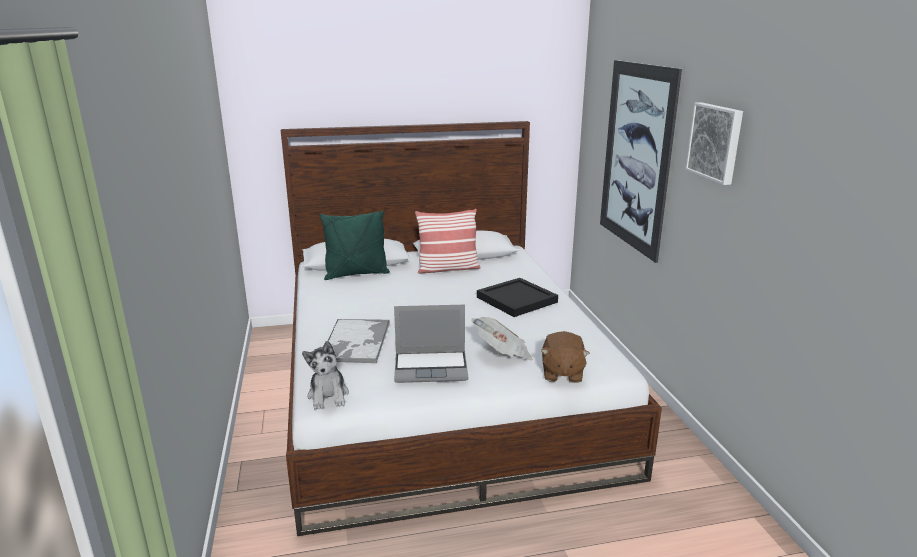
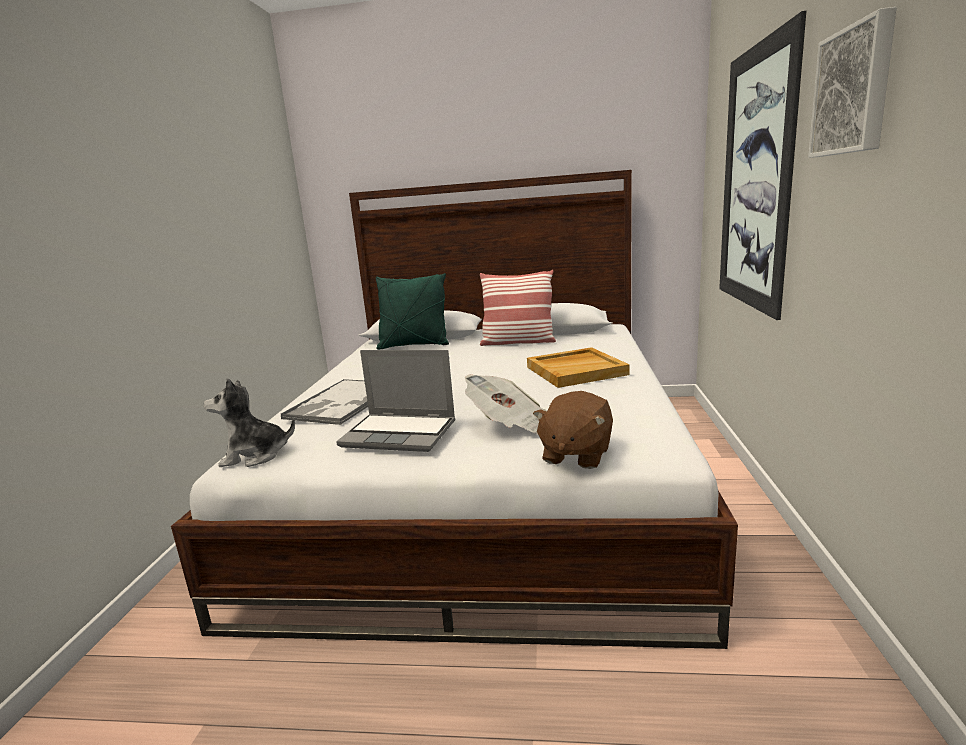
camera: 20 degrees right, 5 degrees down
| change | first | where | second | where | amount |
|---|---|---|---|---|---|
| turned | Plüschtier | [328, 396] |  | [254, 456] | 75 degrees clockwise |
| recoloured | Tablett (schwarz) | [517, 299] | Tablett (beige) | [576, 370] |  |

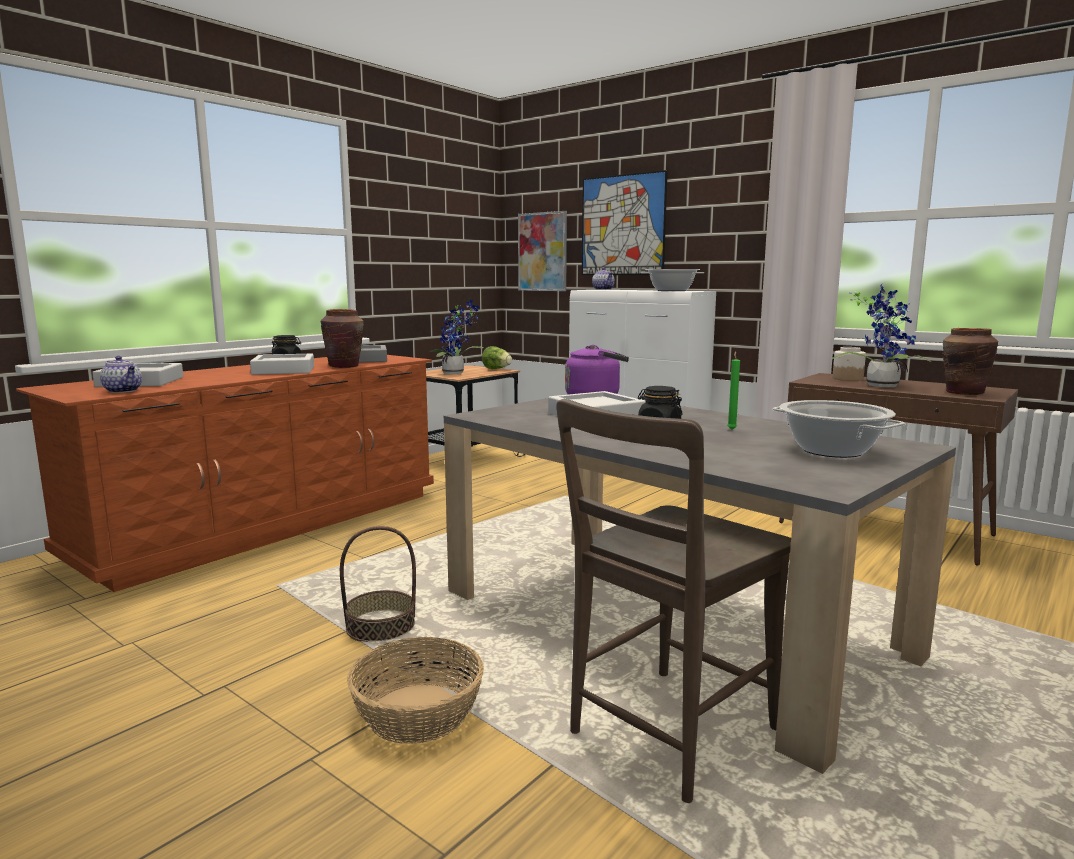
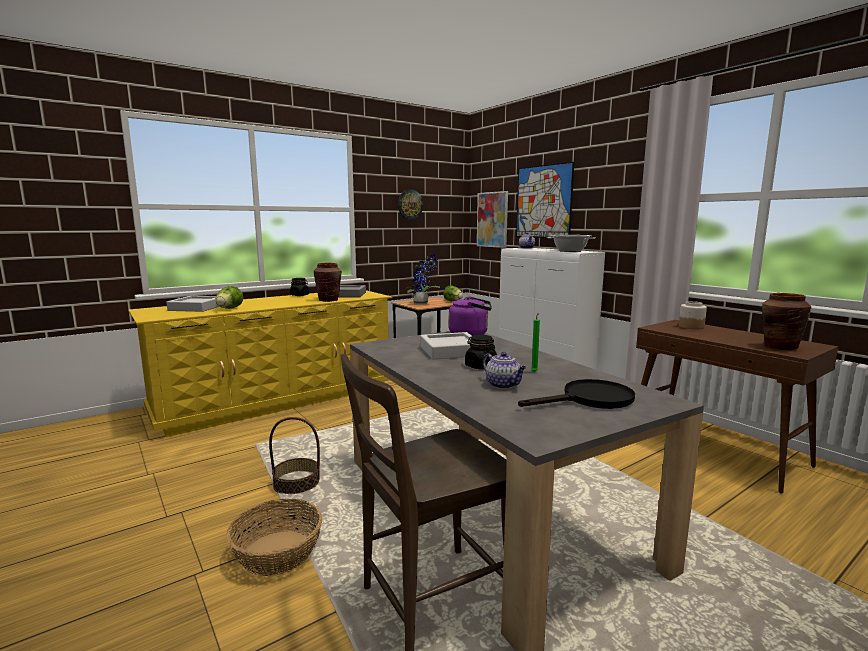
camera: 15 degrees right, 0 degrees up
| change | first | where | second | where | amount |
|---|---|---|---|---|---|
| recoloured | Kommode (braun) | [267, 524] | Kommode (gelb) | [278, 399] |  |
| moved | Teekanne | [123, 391] |  | [503, 385] |  |
| removed | Tablett (grau) | [284, 370] |  |  |  |
| replaced | Kochtopf | [833, 451] | Pfanne (schwarz) | [589, 400] |  |
| removed | Topfpflanze | [881, 385] |  |  |  |
| added |  |  | Salatkopf | [229, 309] |  |
| added |  |  | Wanduhr | [410, 204] |  |

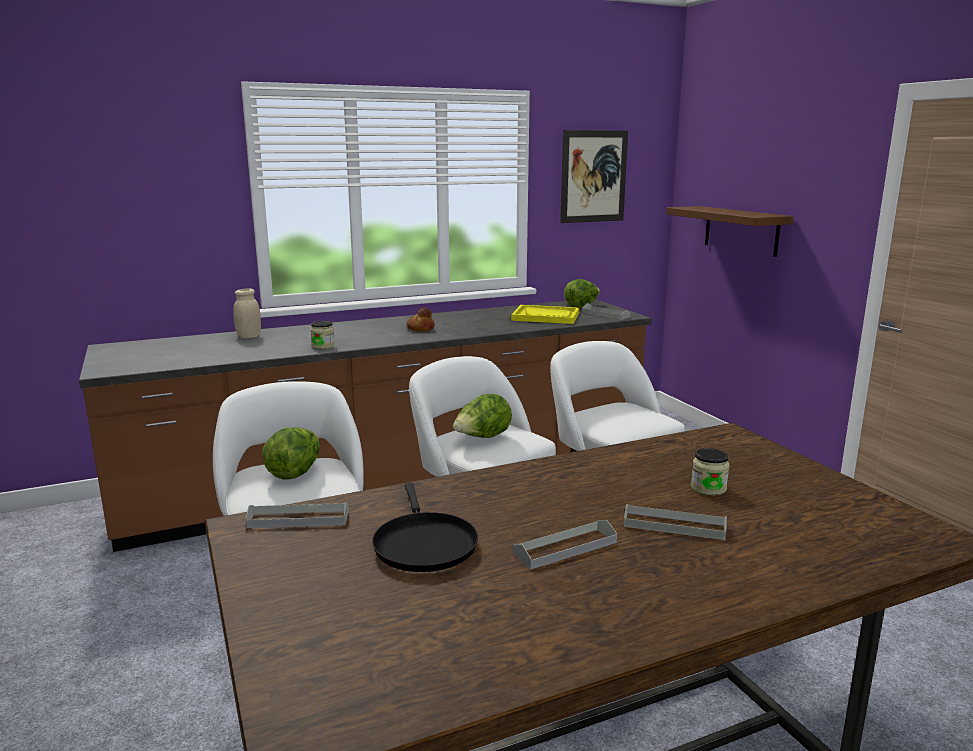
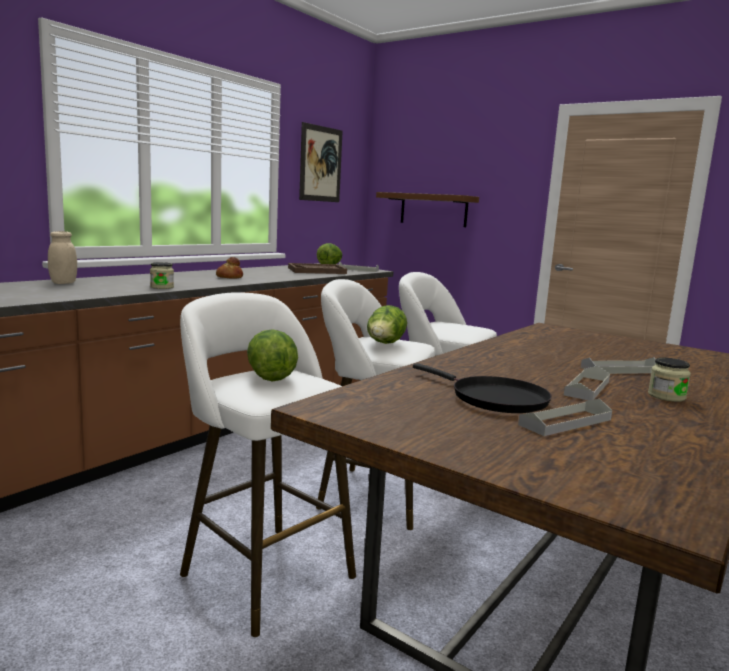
camera: 30 degrees left, 5 degrees down
| change | first | where | second | where | amount |
|---|---|---|---|---|---|
| moved | Tablett (grau) | [298, 519] |  | [565, 422] |  |
| recoloured | Tablett (gelb) | [546, 316] | Tablett (braun) | [317, 271] |  |
| moved | Vorratsglas | [708, 488] |  | [666, 396] |  |

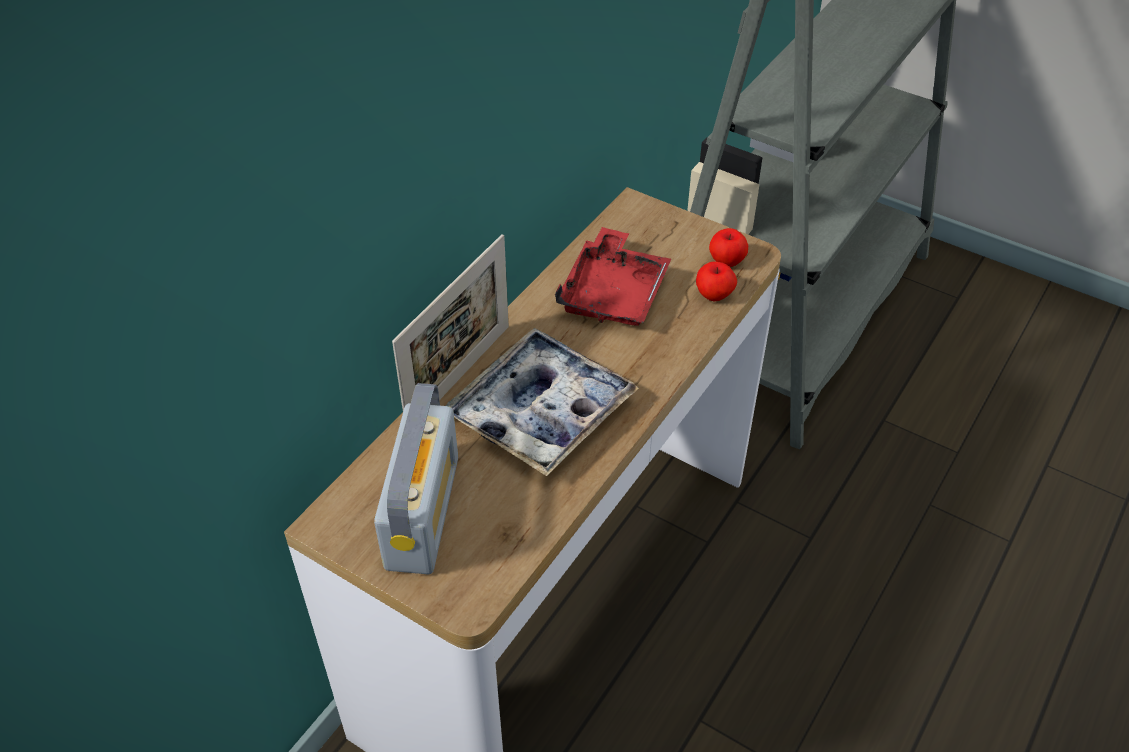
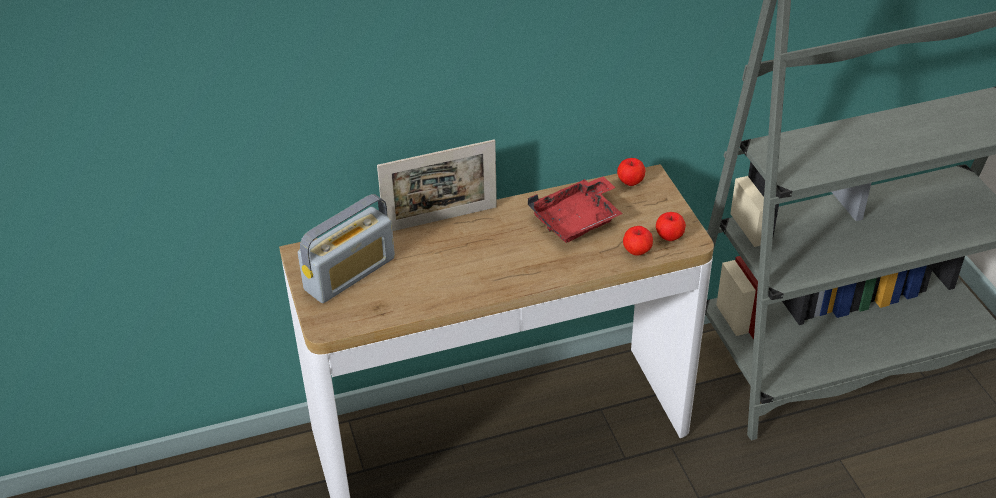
camera: 40 degrees right, 5 degrees down
| change | first | where | second | where | amount |
|---|---|---|---|---|---|
| removed | Tablett | [541, 411] |  |  |  |
| added |  |  | Apfel | [630, 181] |  |

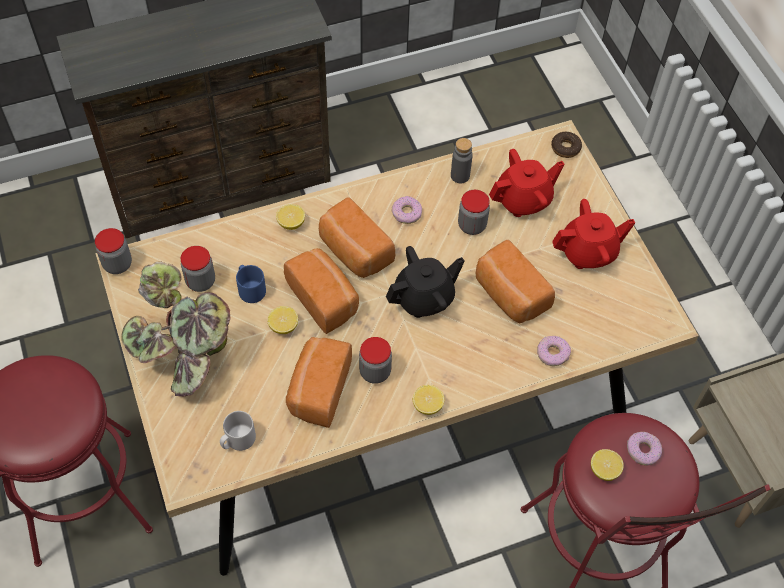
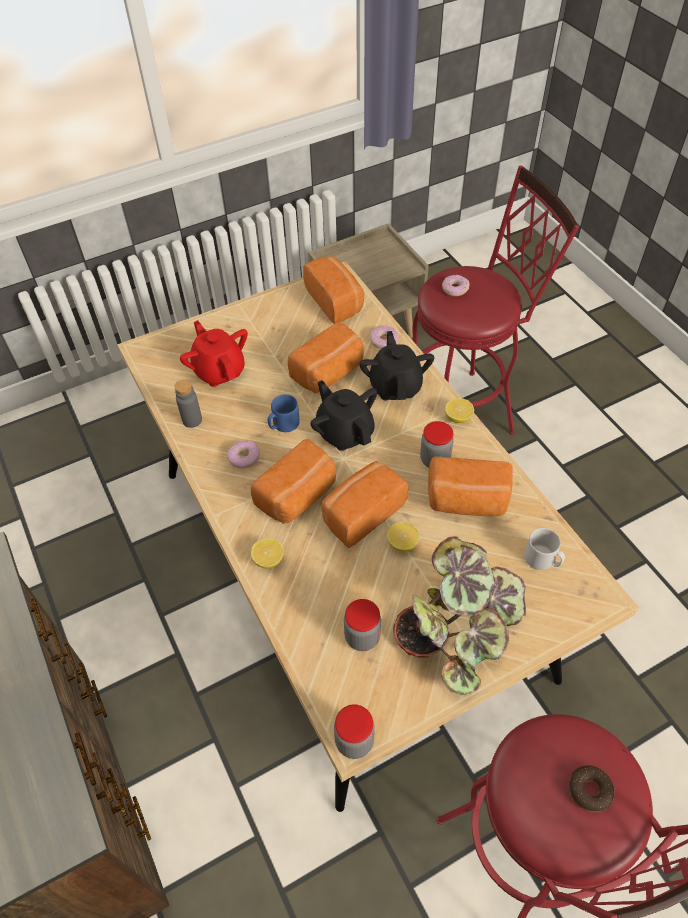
camera: 95 degrees left, 5 degrees down
| change | first | where | second | where | amount |
|---|---|---|---|---|---|
| moved | Henkelbecher (blau) | [250, 289] |  | [283, 424] |  |
| removed | Vorratsglas | [472, 225] |  |  |  |
| moved | Donut | [565, 148] |  | [589, 790] |  |
| removed | Teekanne (rot) | [588, 252] |  |  |  |
| removed | Zitrone | [604, 470] |  |  |  |
| added |  |  | Brot | [336, 301] |  |
| added |  |  | Teekanne (schwarz) | [395, 386] |  |

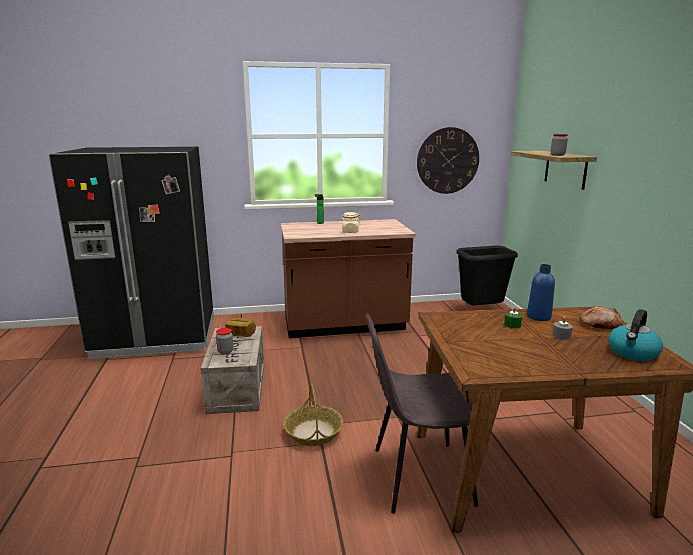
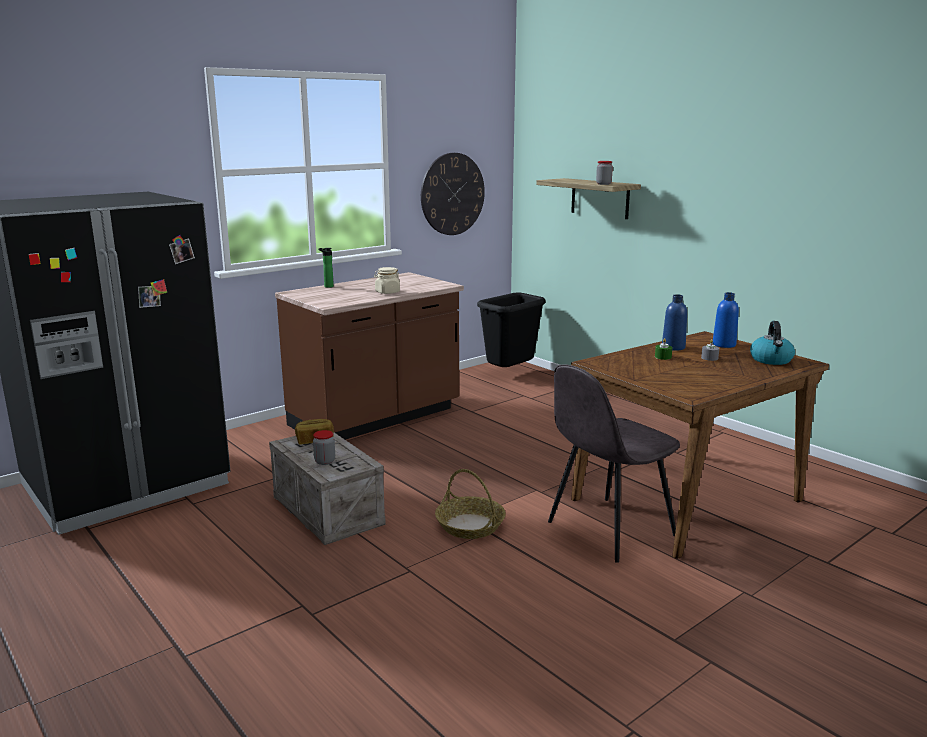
camera: 30 degrees left, 0 degrees up
| change | first | where | second | where | amount |
|---|---|---|---|---|---|
| replaced | Brot | [600, 324] | Flasche (blau) | [724, 345] |  |

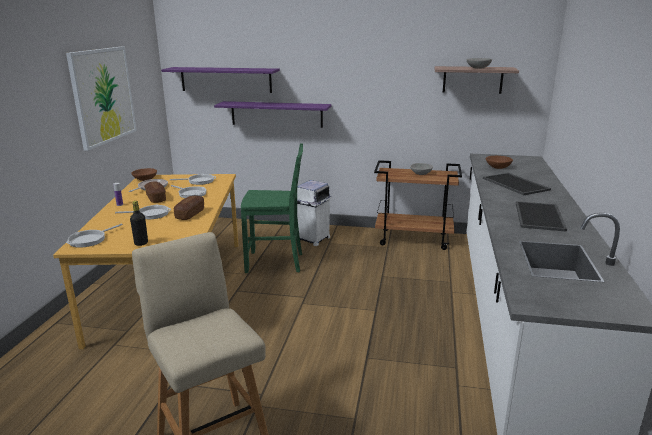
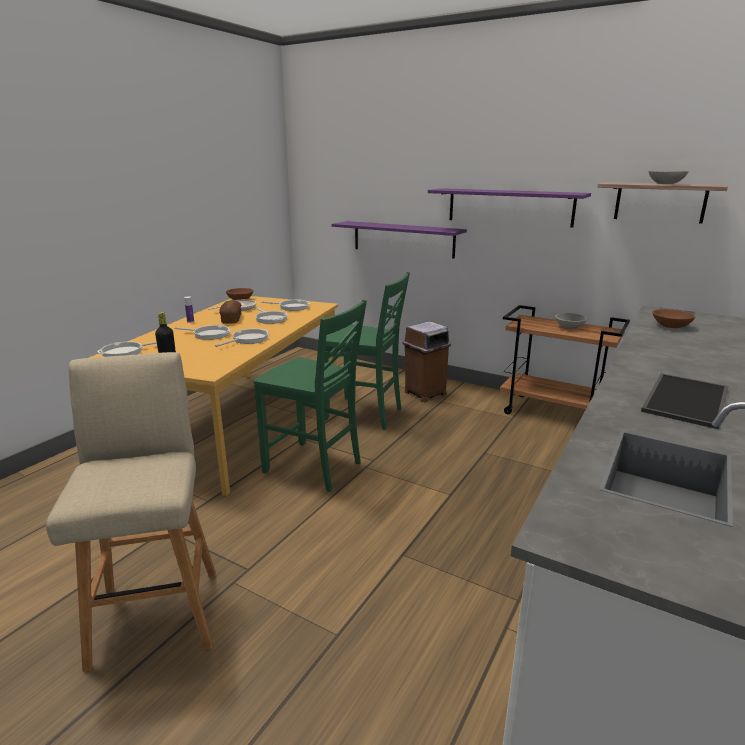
camera: 20 degrees right, 0 degrees up
| change | first | where | second | where | amount |
|---|---|---|---|---|---|
| removed | Bild | [103, 96] |  |  |  |
| moved | Wandregal (lila) | [226, 79] |  | [509, 207] |  |
| replaced | Brot | [190, 214] | Pfanne | [248, 339] |  |
| recoloured | Mülleimer (weiß) | [312, 239] | Mülleimer (braun) | [424, 393] |  |
| removed | Tablett | [516, 184] |  |  |  |
| added |  |  | Stuhl (grün) | [314, 467] |  |

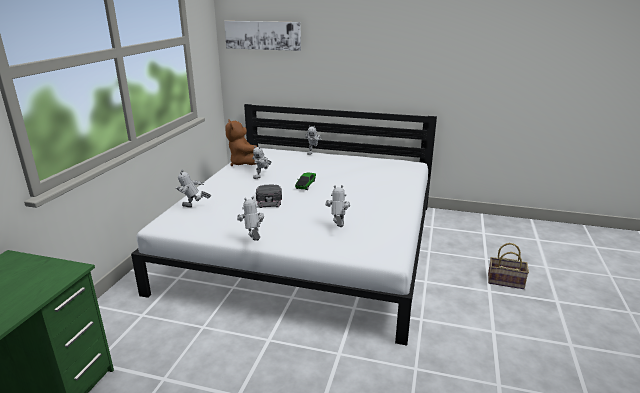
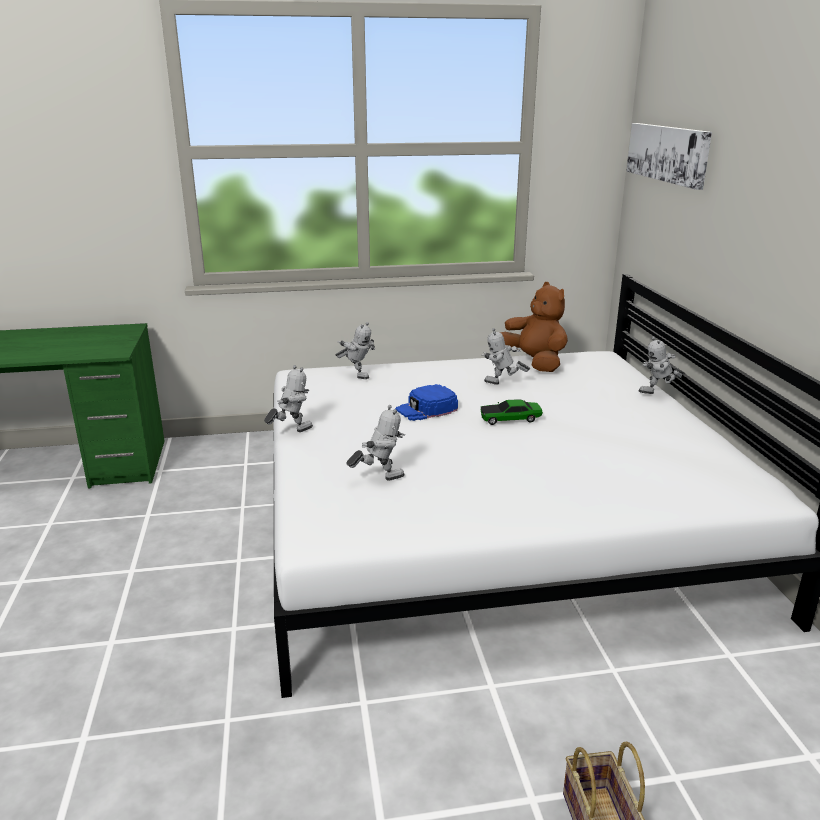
camera: 65 degrees right, 0 degrees up
| change | first | where | second | where | amount |
|---|---|---|---|---|---|
| turned | Spielzeugroboter | [194, 207] |  | [357, 375] | 150 degrees clockwise |
| turned | Plüschtier (braun) | [244, 164] |  | [534, 363] | 105 degrees clockwise |
| recoloured | Kappe (schwarz) | [269, 200] | Kappe (blau) | [426, 409] |  |

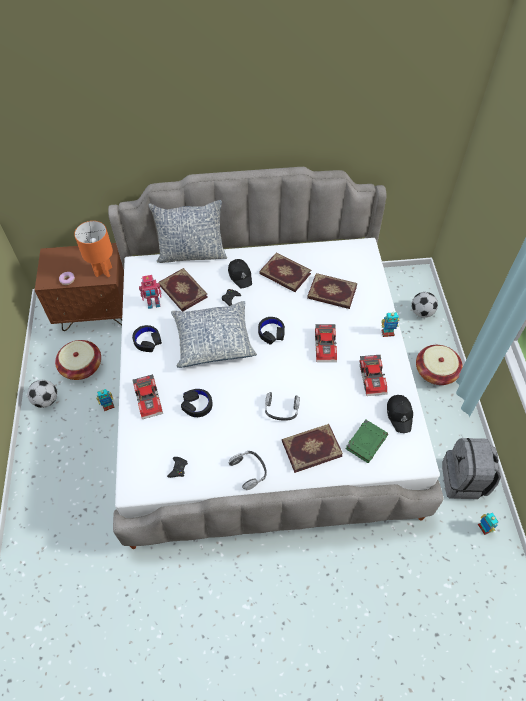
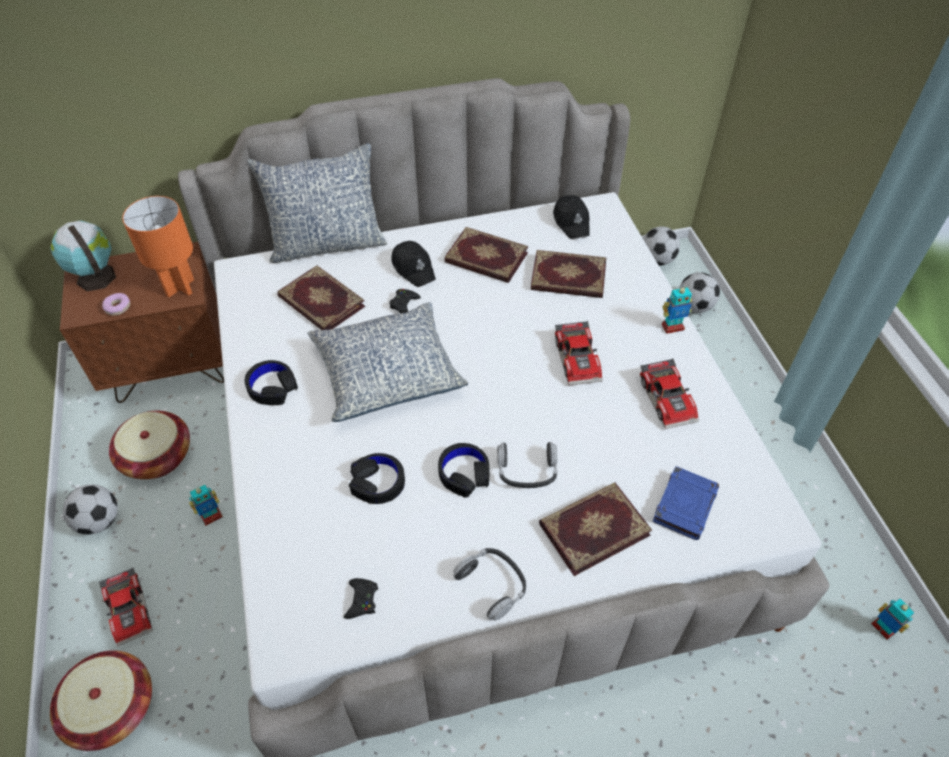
camera: 10 degrees left, 5 degrees down
| change | first | where | second | where | amount |
|---|---|---|---|---|---|
| moved | Spielzeugauto | [149, 399] |  | [131, 609] |  |
| removed | Spielzeugroboter | [153, 304] |  |  |  |
| moved | Kopfhörer (schwarz) | [271, 332] |  | [464, 473] |  |
| recoloured | Buch (grün) | [366, 442] | Buch (blau) | [684, 504] |  |
| moved | Kappe (schwarz) | [400, 415] |  | [572, 222] |  |
| moved | Korb | [435, 371] |  | [112, 708] |  |
| removed | Rucksack (grau) | [464, 480] |  |  |  |
| added |  |  | Globus | [95, 276] |  |
| added |  |  | Fußball | [656, 260] |  |

